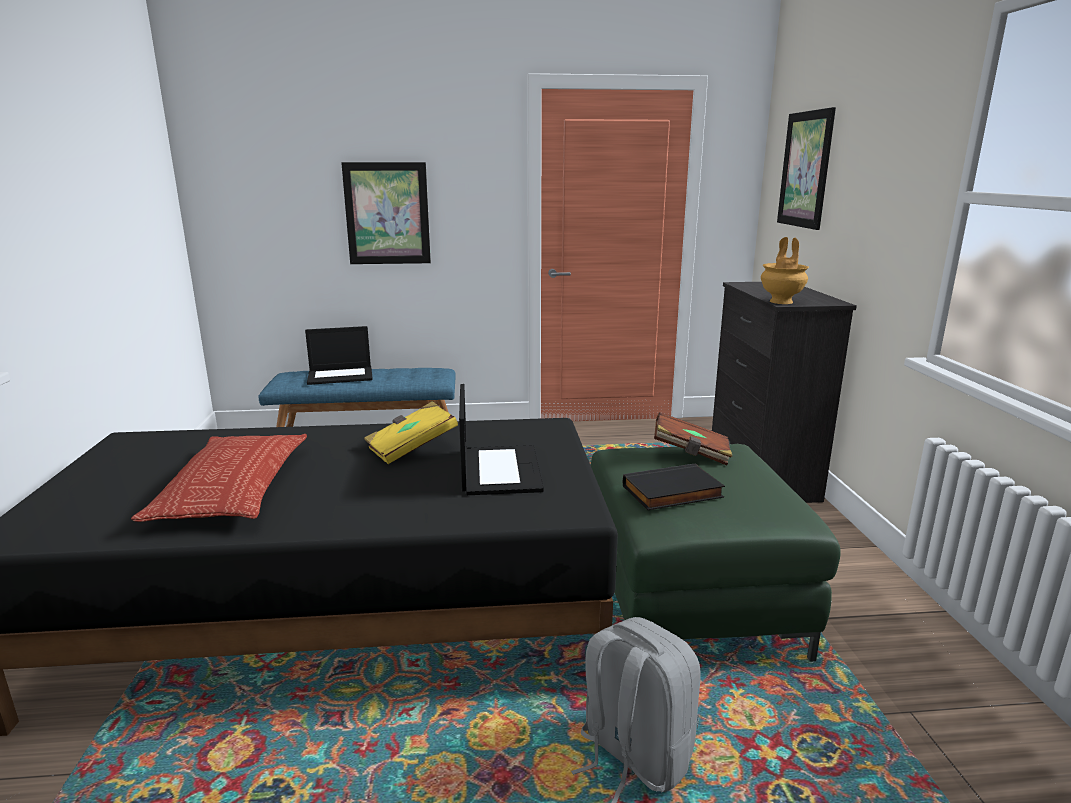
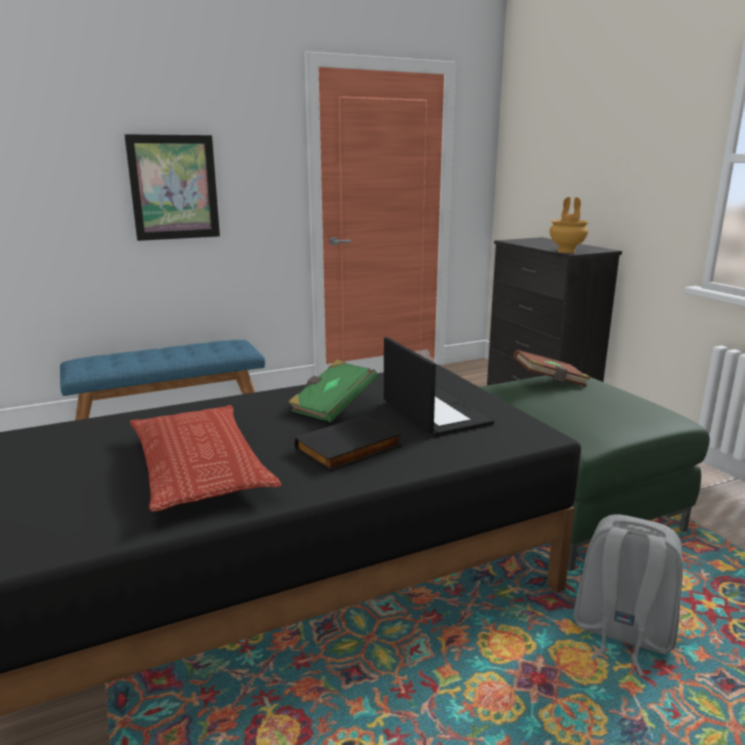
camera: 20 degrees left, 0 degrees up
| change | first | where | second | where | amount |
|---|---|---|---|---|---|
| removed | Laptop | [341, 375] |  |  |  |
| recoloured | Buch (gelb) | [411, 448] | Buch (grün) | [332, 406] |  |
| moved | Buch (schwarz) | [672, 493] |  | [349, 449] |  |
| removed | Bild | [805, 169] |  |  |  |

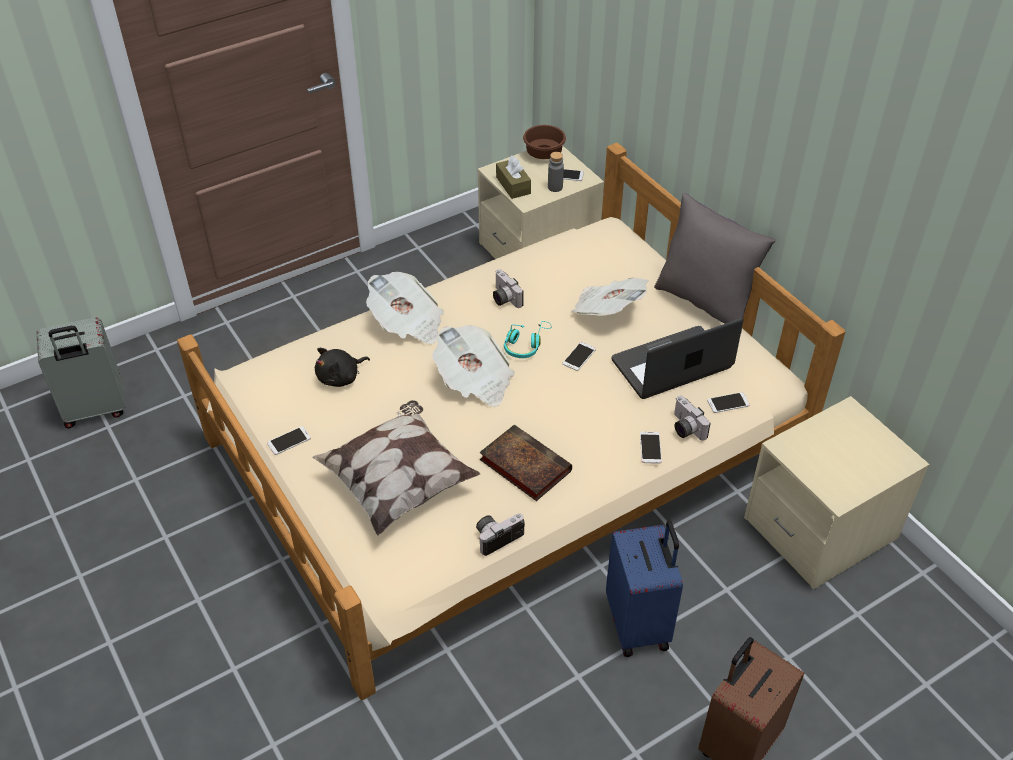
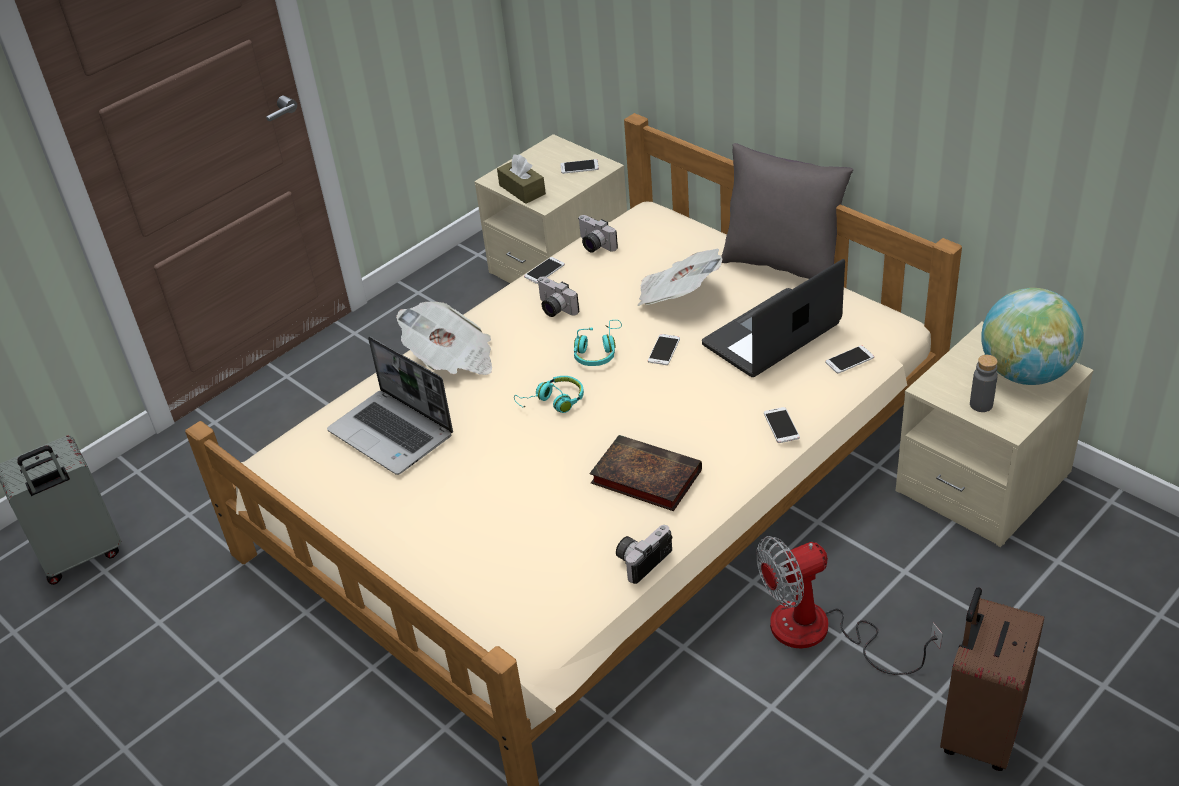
camera: 10 degrees left, 5 degrees down
| change | first | where | second | where | amount |
|---|---|---|---|---|---|
| moved | Handy | [289, 441] |  | [544, 270] |  |
| removed | Kissen | [399, 482] |  |  |  |
| replaced | Plüschtier (schwarz) | [341, 377] | Laptop | [393, 433] |  |
| replaced | Zeitung | [474, 381] | Kopfhörer (türkis) | [553, 402] |  |
| removed | Schüssel (braun) | [544, 153] |  |  |  |
| moved | Flasche (grau) | [555, 187] |  | [981, 404] |  |
| replaced | Koffer (blau) | [639, 624] | Ventilator | [820, 633] |  |
| moved | Kamera | [685, 428] |  | [593, 245] |  |
| added |  |  | Globus | [1025, 373] |  |

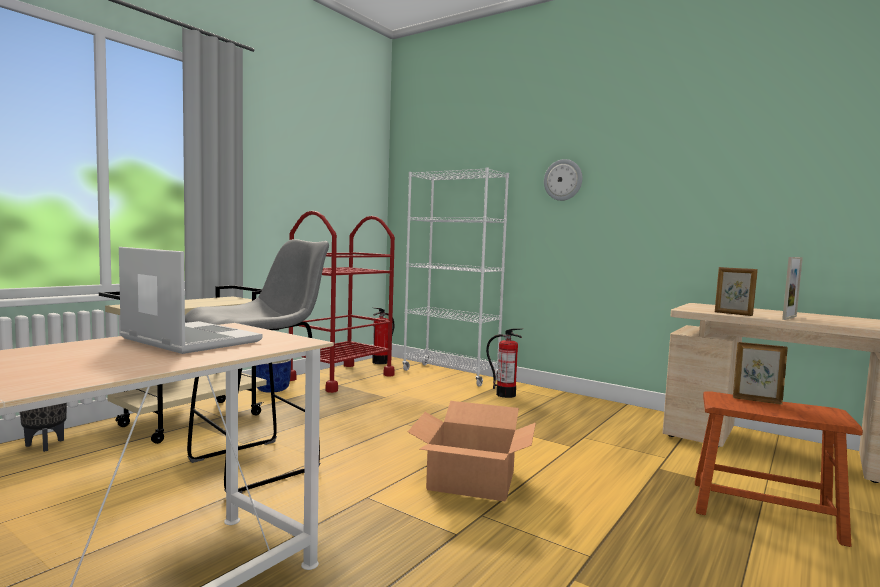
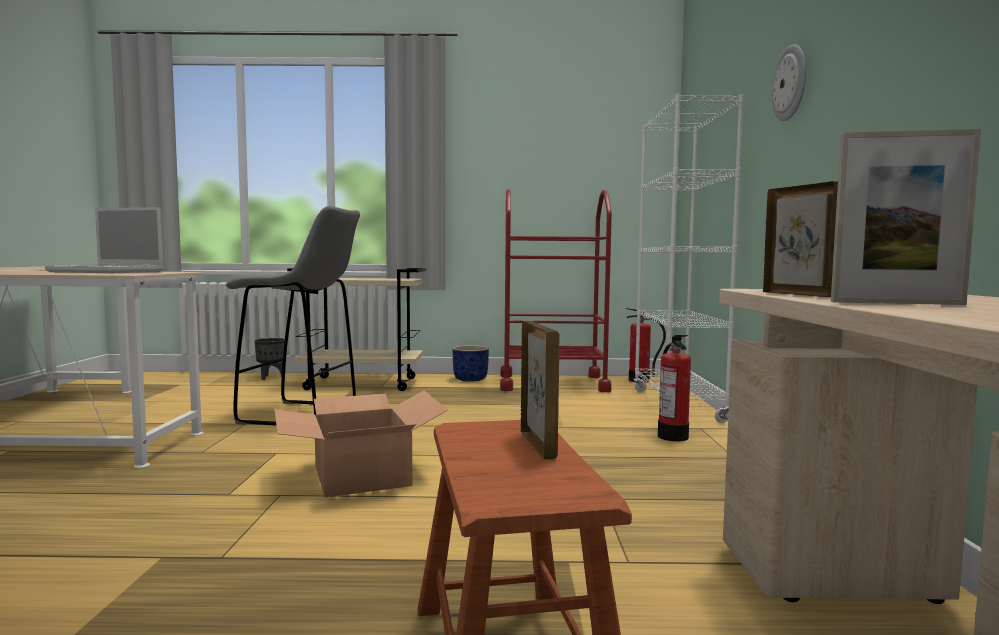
camera: 55 degrees right, 0 degrees up
| change | first | where | second | where | amount |
|---|---|---|---|---|---|
| turned | Laptop | [187, 340] |  | [109, 272] | 105 degrees clockwise |
| turned | Bilderrahmen | [733, 314] |  | [797, 294] | 150 degrees clockwise |

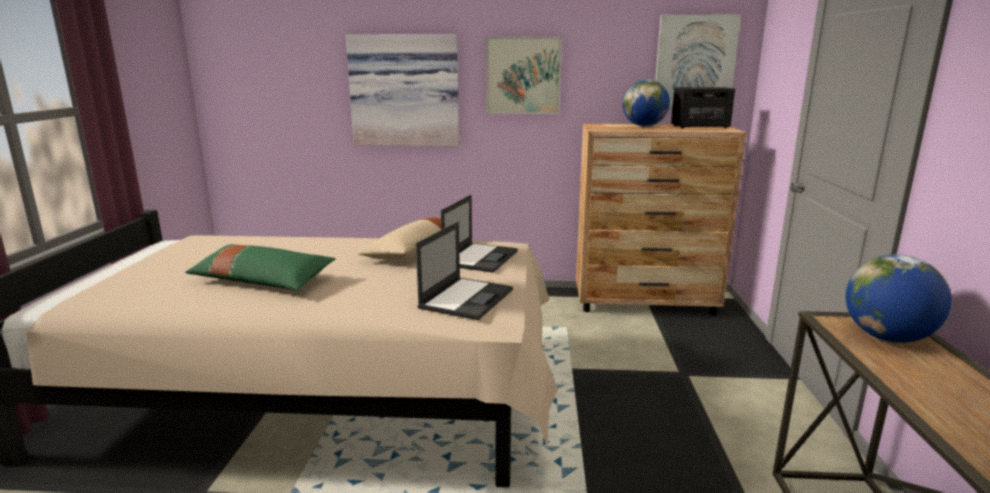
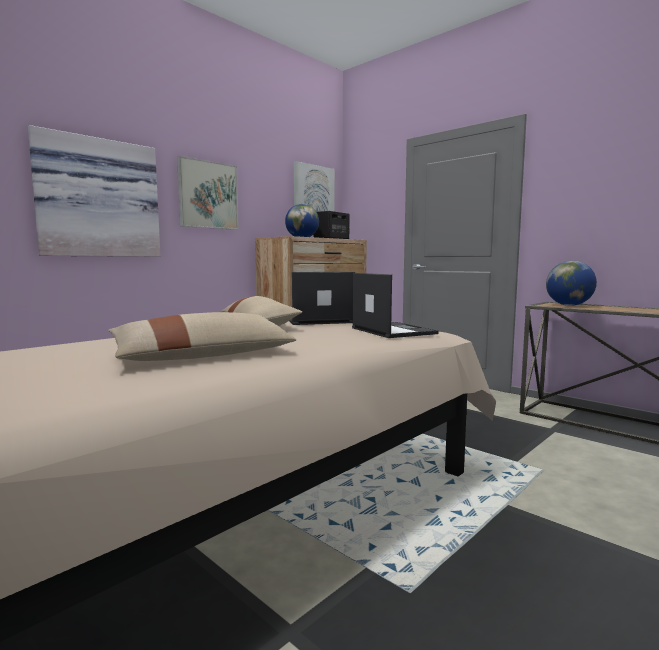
camera: 50 degrees left, 10 degrees down
| change | first | where | second | where | amount |
|---|---|---|---|---|---|
| recoloured | Kissen (grün) | [263, 281] | Kissen (beige) | [204, 355] |  |
| turned | Laptop | [480, 257] |  | [318, 321] | 75 degrees counterclockwise |

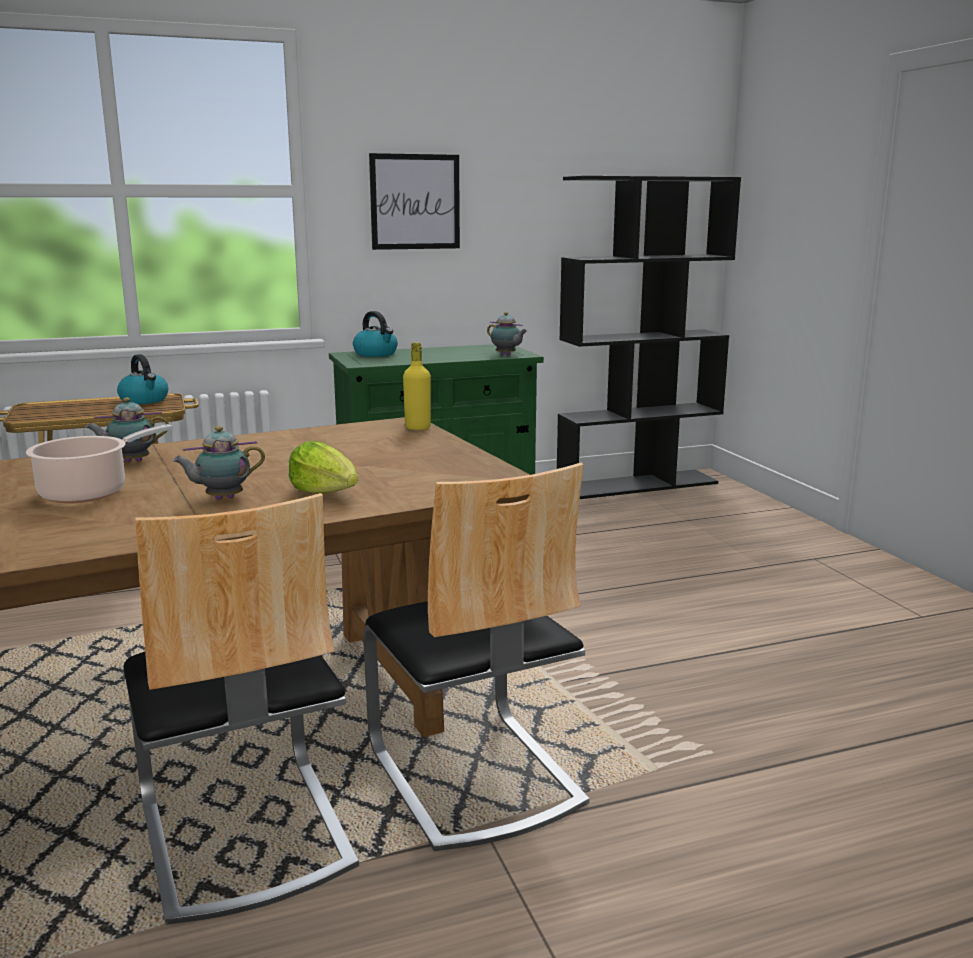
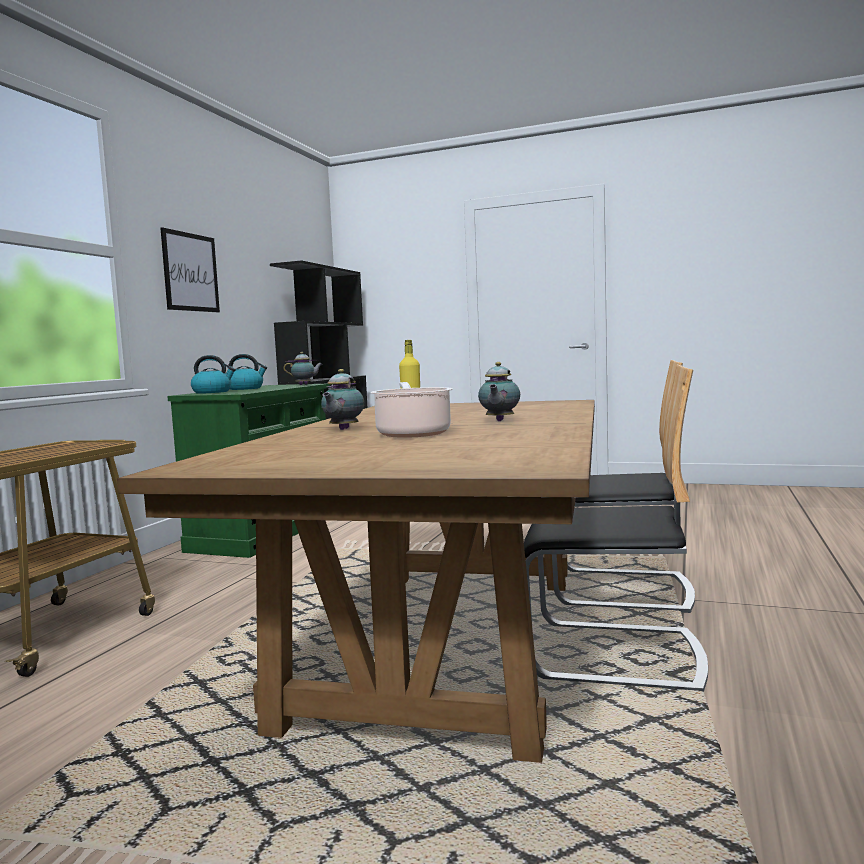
camera: 50 degrees left, 10 degrees down
| change | first | where | second | where | amount |
|---|---|---|---|---|---|
| moved | Wasserkessel | [144, 400] |  | [246, 388] |  |
| removed | Salatkopf | [326, 493] |  |  |  |

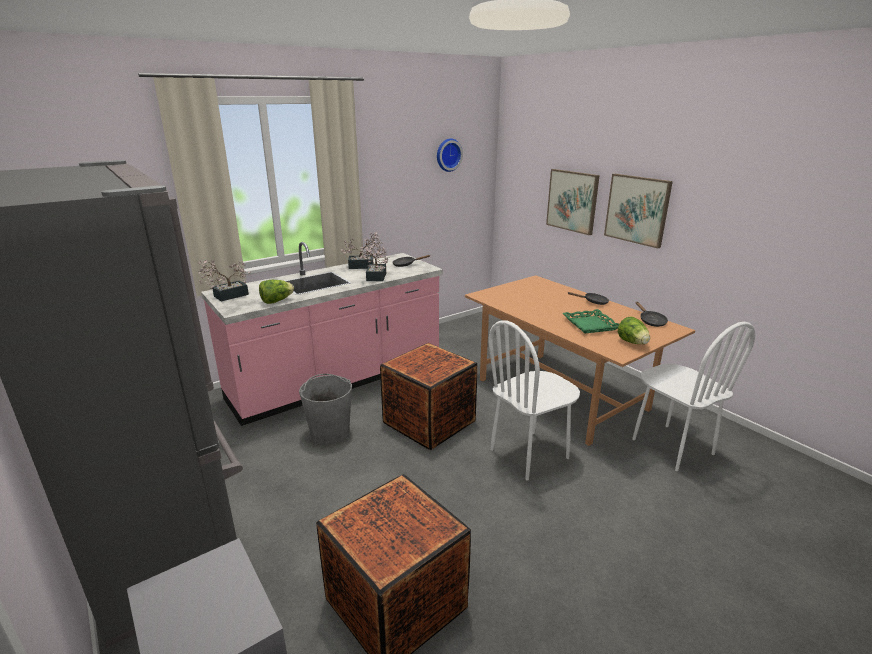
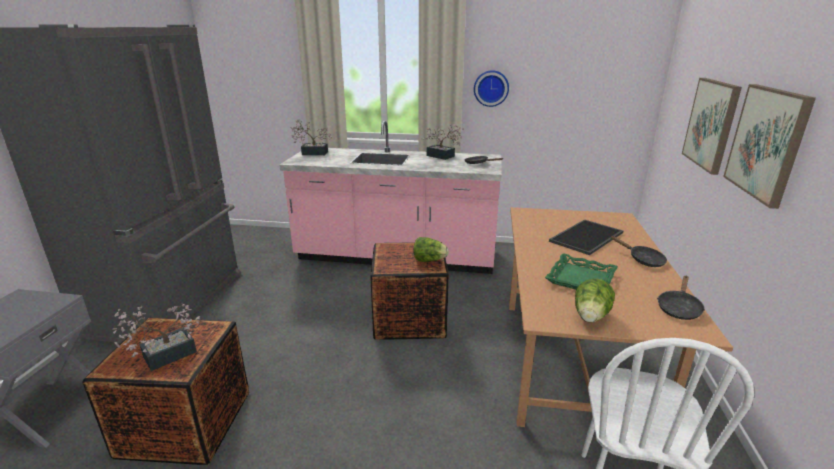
camera: 45 degrees right, 0 degrees up
| change | first | where | second | where | amount |
|---|---|---|---|---|---|
| moved | Salatkopf | [276, 301] |  | [429, 260] |  |
| removed | Eimer (grau) | [330, 432] |  |  |  |
| moved | Topfpflanze | [375, 278] |  | [163, 356] |  |
| moved | Wanduhr | [448, 155] |  | [491, 88] |  |
| removed | Stuhl (weiß) | [529, 454] |  |  |  |
| added |  |  | Tablett | [587, 237] |  |

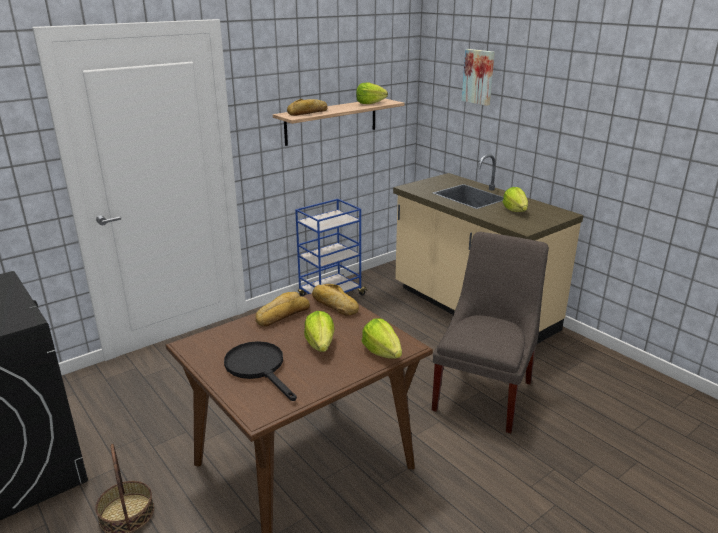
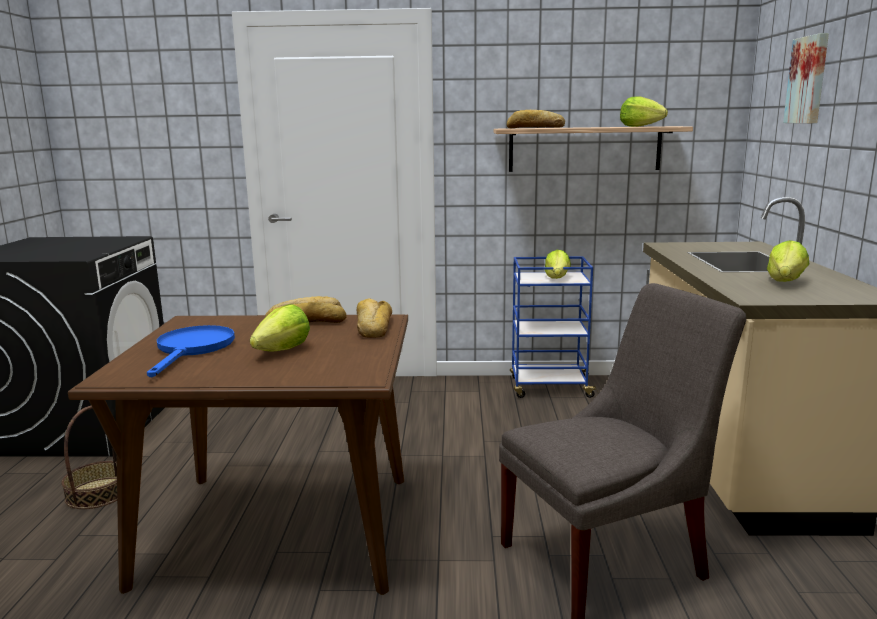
camera: 40 degrees right, 10 degrees down
| change | first | where | second | where | amount |
|---|---|---|---|---|---|
| recoloured | Pfanne (schwarz) | [259, 368] | Pfanne (blau) | [192, 349] |  |
| moved | Salatkopf | [382, 352] |  | [557, 278] |  |

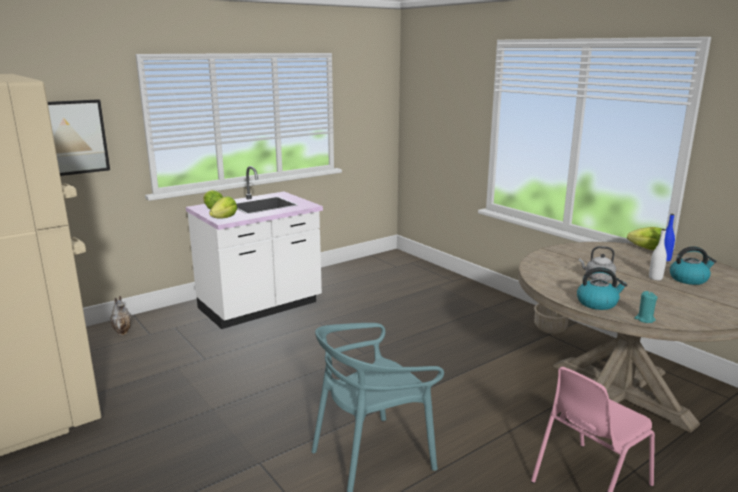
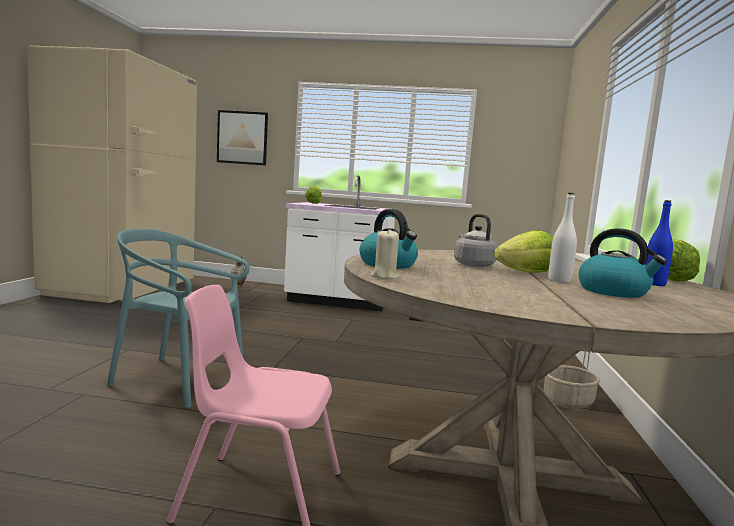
camera: 45 degrees right, 10 degrees down
| change | first | where | second | where | amount |
|---|---|---|---|---|---|
| moved | Salatkopf | [224, 218] |  | [526, 272] |  |
| recoloured | Kerze (türkis) | [644, 319] | Kerze (beige) | [384, 277] |  |

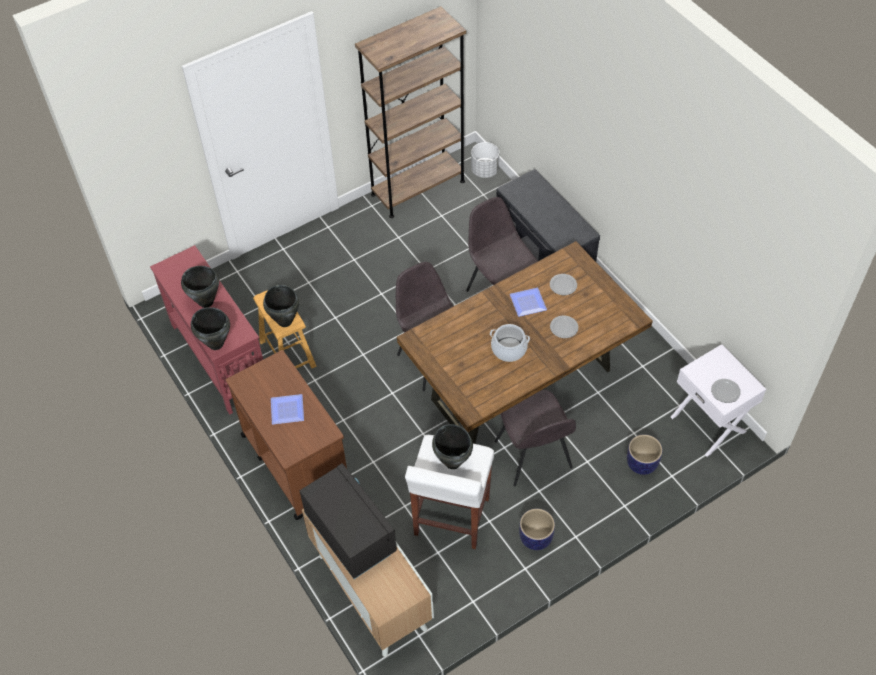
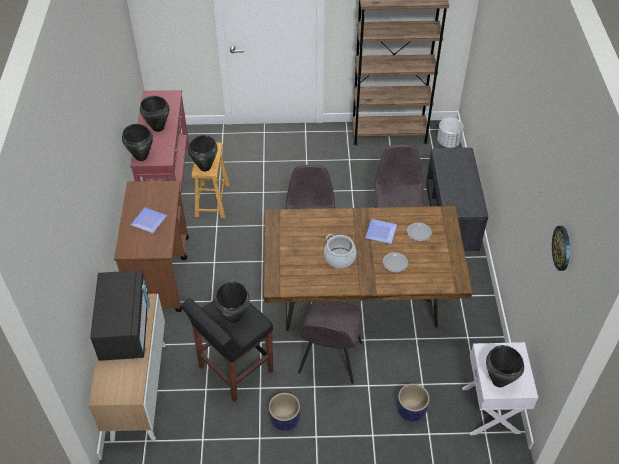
camera: 30 degrees right, 5 degrees down
| change | first | where | second | where | amount |
|---|---|---|---|---|---|
| recoloured | Hocker (weiß) | [451, 517] | Hocker (schwarz) | [235, 370] |  |
| replaced | Teller | [725, 392] | Kochtopf (schwarz) | [499, 381] |  |
| added |  |  | Wanduhr | [562, 248] |  |

